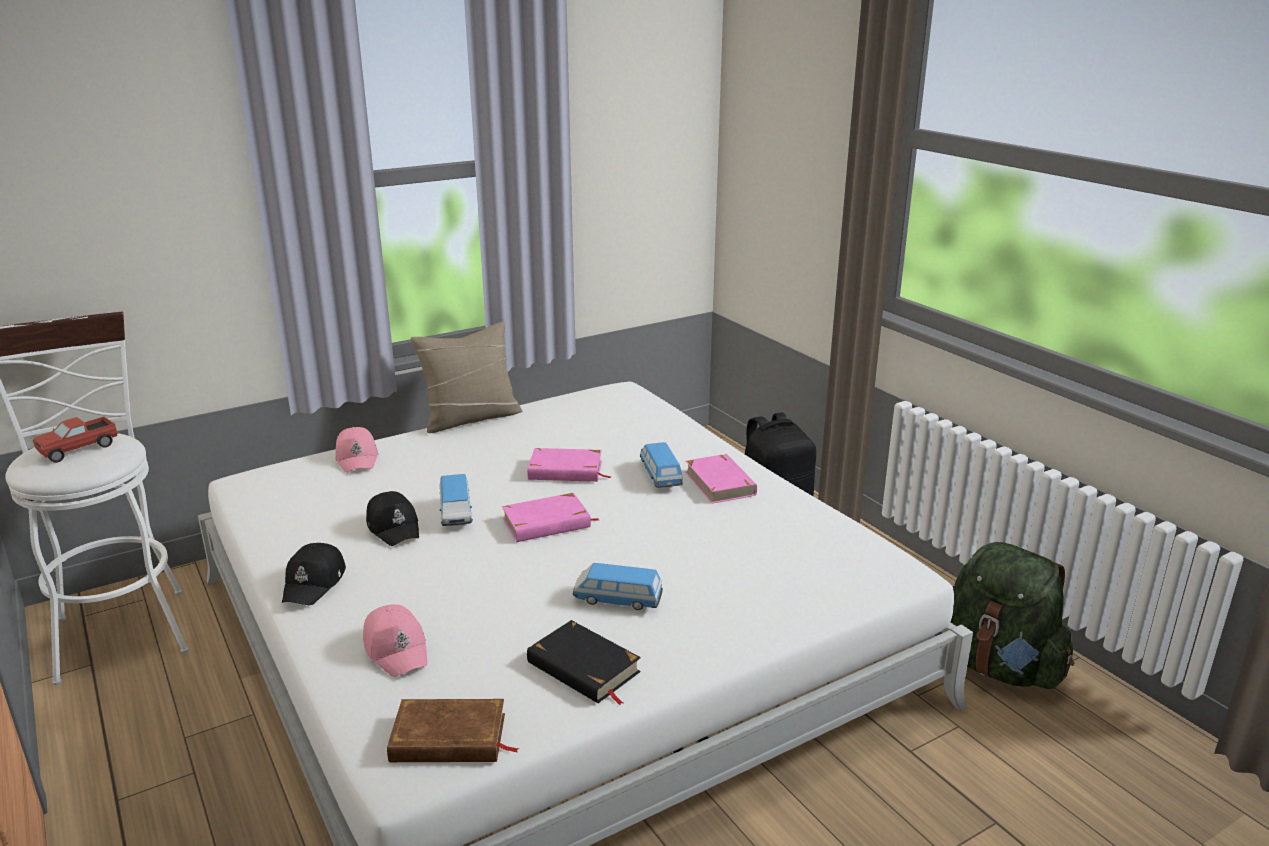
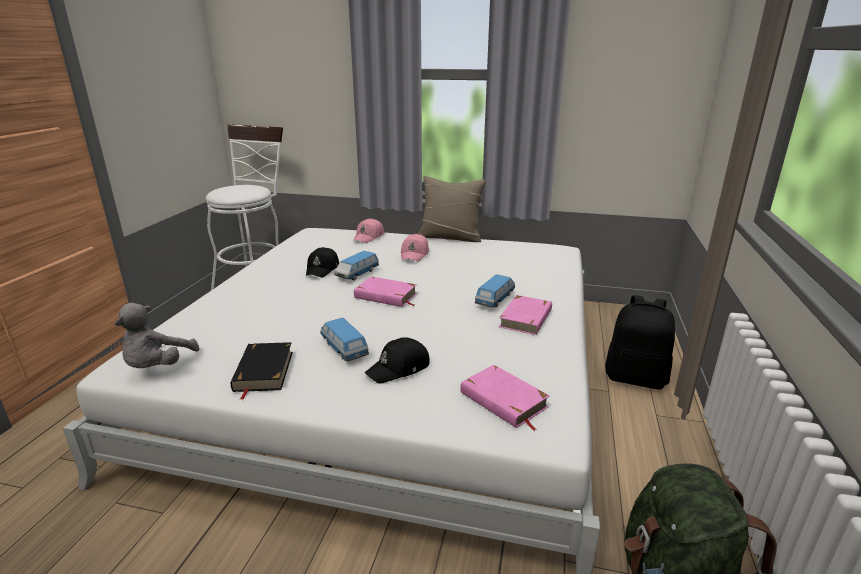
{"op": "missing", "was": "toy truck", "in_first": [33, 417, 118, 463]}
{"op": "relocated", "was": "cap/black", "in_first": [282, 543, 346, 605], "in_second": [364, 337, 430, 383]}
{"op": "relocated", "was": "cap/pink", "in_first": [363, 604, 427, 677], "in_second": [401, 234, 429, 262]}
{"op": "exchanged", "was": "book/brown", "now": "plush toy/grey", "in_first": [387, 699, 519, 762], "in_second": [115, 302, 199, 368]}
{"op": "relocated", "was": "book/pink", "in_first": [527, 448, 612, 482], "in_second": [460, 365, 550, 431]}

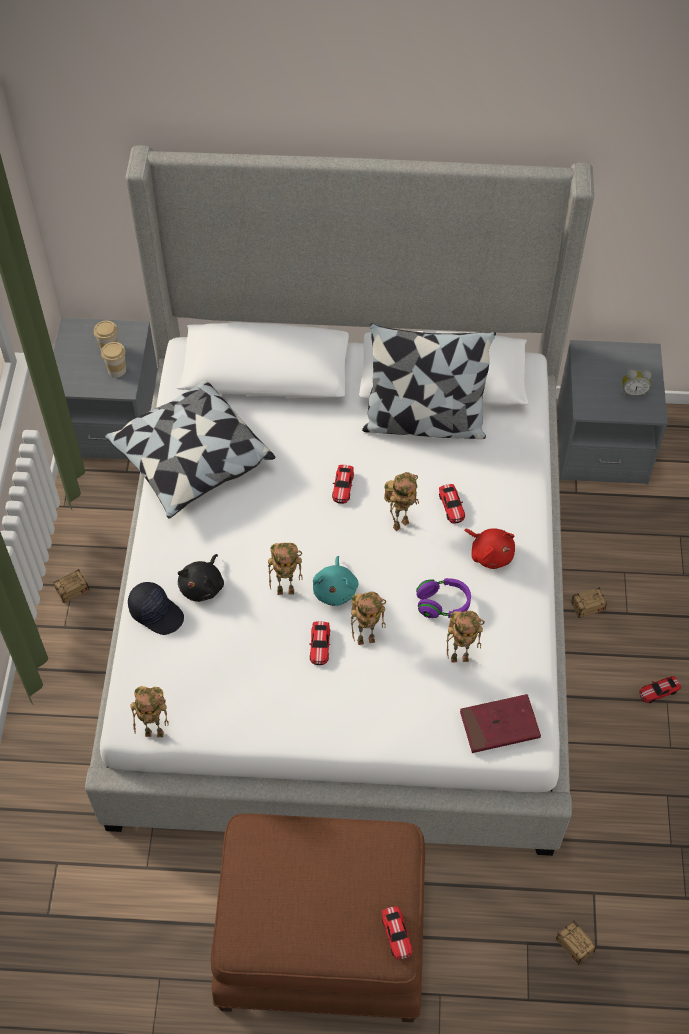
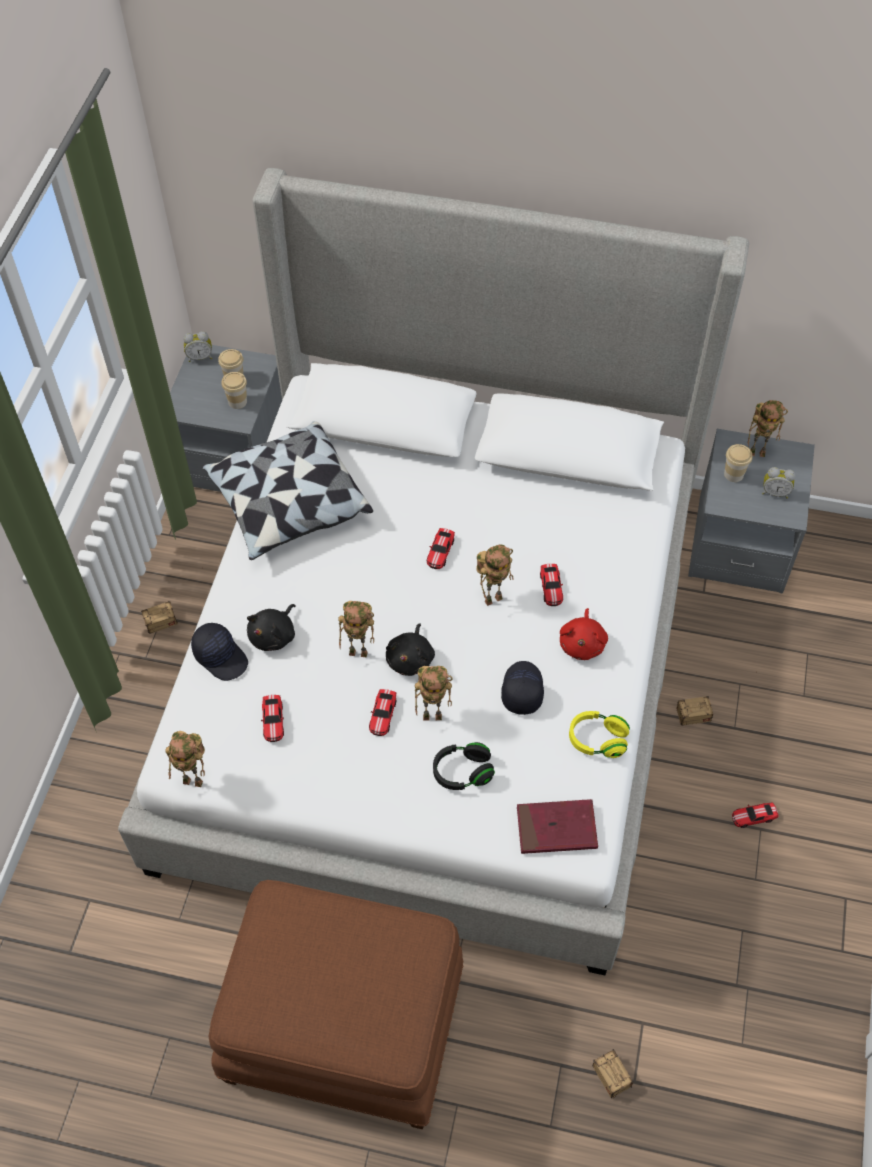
{"op": "colour", "was": "plush toy/turquoise", "now": "plush toy/black", "in_first": [313, 556, 358, 606], "in_second": [386, 623, 435, 676]}
{"op": "missing", "was": "pillow", "in_first": [362, 323, 496, 439]}
{"op": "relocated", "was": "toy car", "in_first": [382, 906, 413, 960], "in_second": [261, 695, 284, 742]}
{"op": "exchanged", "was": "headphones/purple", "now": "cap/black", "in_first": [416, 578, 471, 618], "in_second": [501, 661, 544, 715]}
{"op": "relocated", "was": "toy robot", "in_first": [446, 611, 485, 663], "in_second": [748, 400, 788, 457]}
{"op": "spun", "was": "plush toy/red", "in_first": [464, 528, 515, 569], "in_second": [560, 608, 608, 660], "clockwise": 45}
{"op": "appeared", "now": "alarm clock", "in_second": [183, 331, 212, 362]}
{"op": "appeared", "now": "headphones/black", "in_second": [433, 742, 495, 790]}
{"op": "appeared", "now": "headphones/yellow", "in_second": [569, 711, 630, 758]}
{"op": "appeared", "now": "cup", "in_second": [724, 444, 752, 482]}

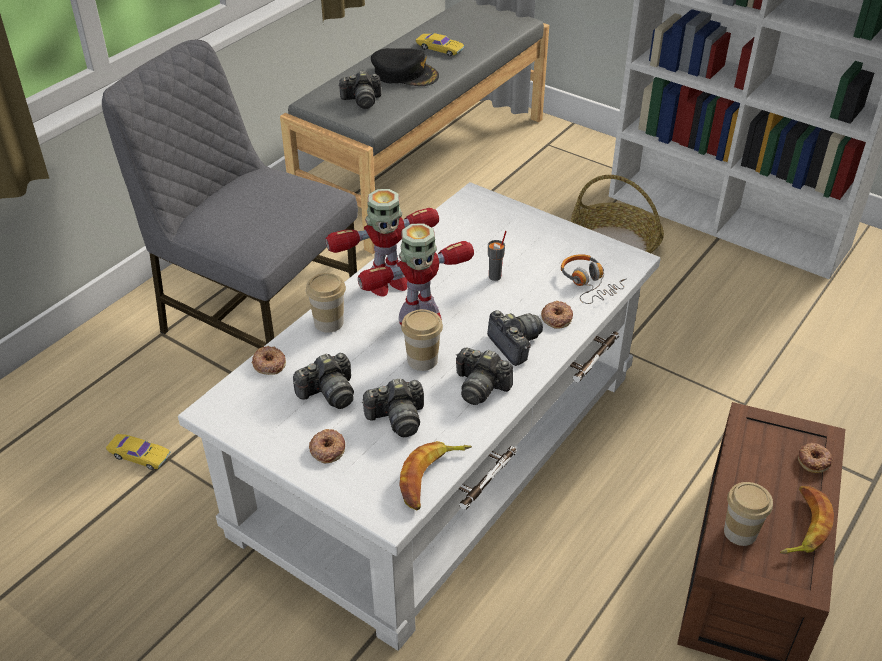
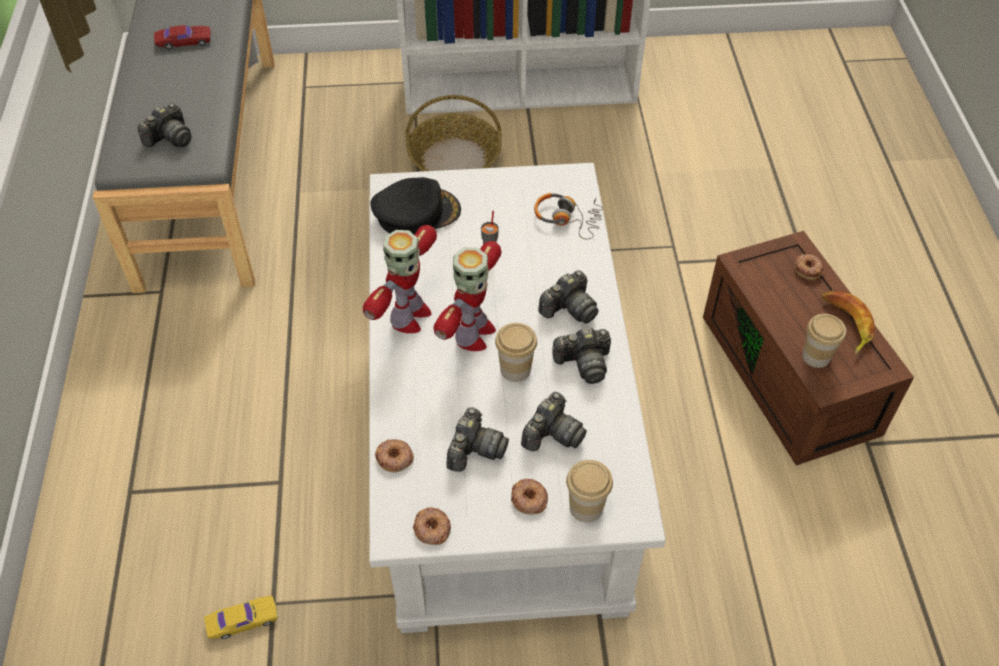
{"op": "missing", "was": "chair/grey", "in_first": [102, 40, 358, 348]}
{"op": "relocated", "was": "cup", "in_first": [306, 273, 346, 333], "in_second": [566, 460, 613, 522]}
{"op": "relocated", "was": "cap/black", "in_first": [371, 48, 439, 86], "in_second": [370, 177, 461, 234]}
{"op": "missing", "was": "banana", "in_first": [399, 441, 472, 510]}
{"op": "colour", "was": "toy car/yellow", "now": "toy car/red", "in_first": [416, 33, 464, 56], "in_second": [154, 25, 211, 50]}
{"op": "spun", "was": "photo camera", "in_first": [487, 310, 543, 366], "in_second": [538, 270, 599, 324], "clockwise": 120}
{"op": "relocated", "was": "donut", "in_first": [541, 301, 573, 329], "in_second": [413, 507, 451, 545]}

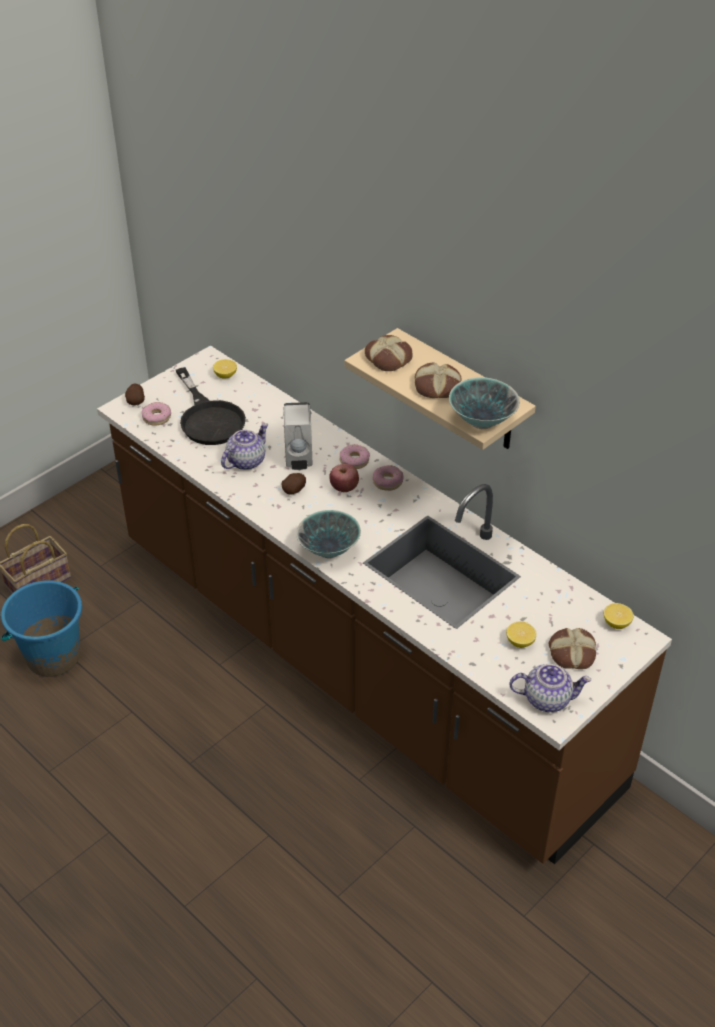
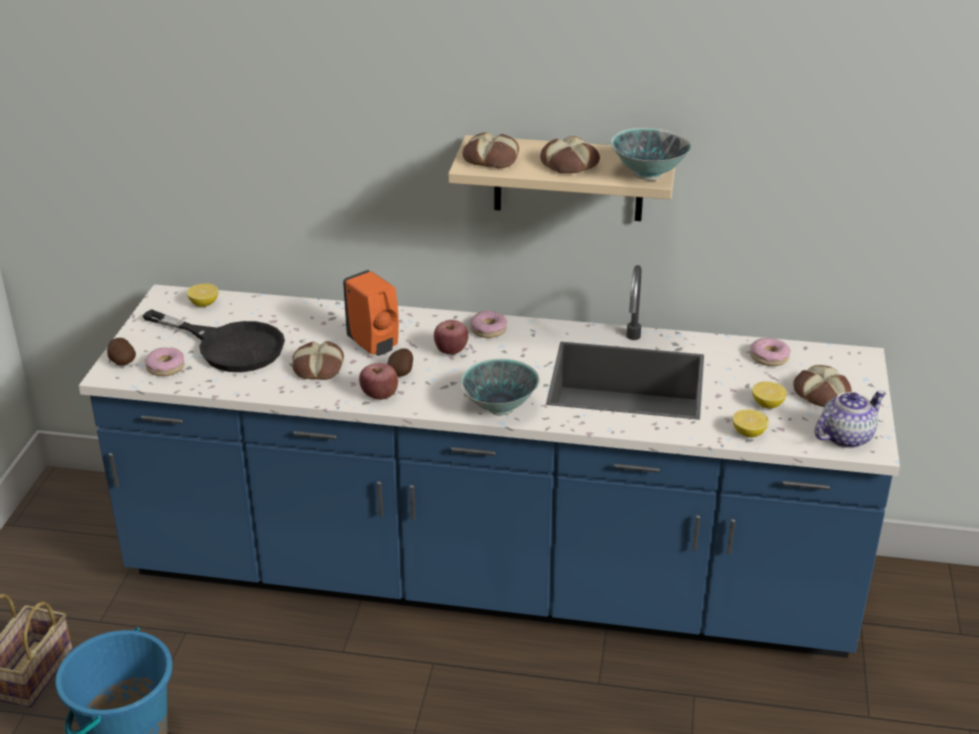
{"op": "colour", "was": "counter/brown", "now": "counter/blue", "in_first": [97, 345, 672, 864], "in_second": [79, 265, 900, 658]}
{"op": "exchanged", "was": "teapot", "now": "bread", "in_first": [221, 423, 268, 470], "in_second": [292, 341, 344, 380]}
{"op": "colour", "was": "soap dispenser/white", "now": "soap dispenser/orange", "in_first": [283, 402, 313, 470], "in_second": [343, 270, 399, 356]}
{"op": "relocated", "was": "donut", "in_first": [340, 444, 370, 469], "in_second": [750, 338, 791, 366]}
{"op": "relocated", "was": "lemon", "in_first": [604, 603, 634, 629], "in_second": [732, 409, 769, 438]}
{"op": "appeared", "now": "apple", "in_second": [359, 363, 398, 400]}

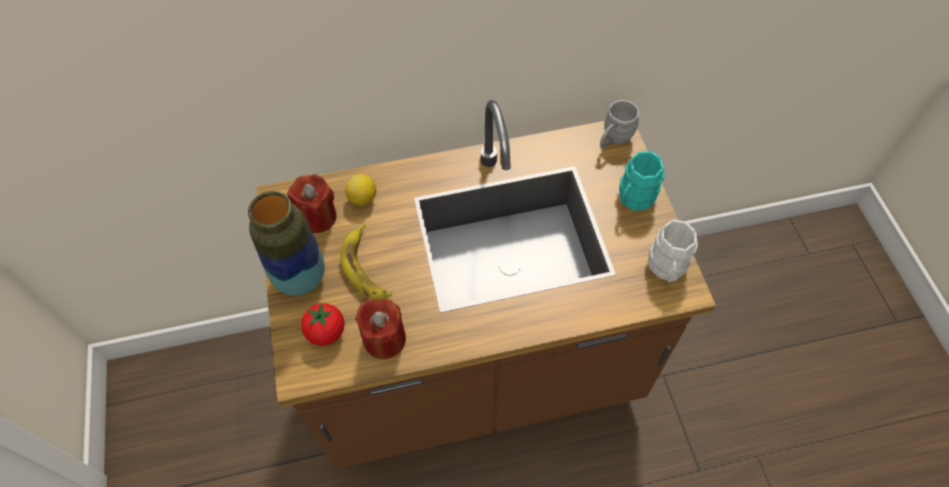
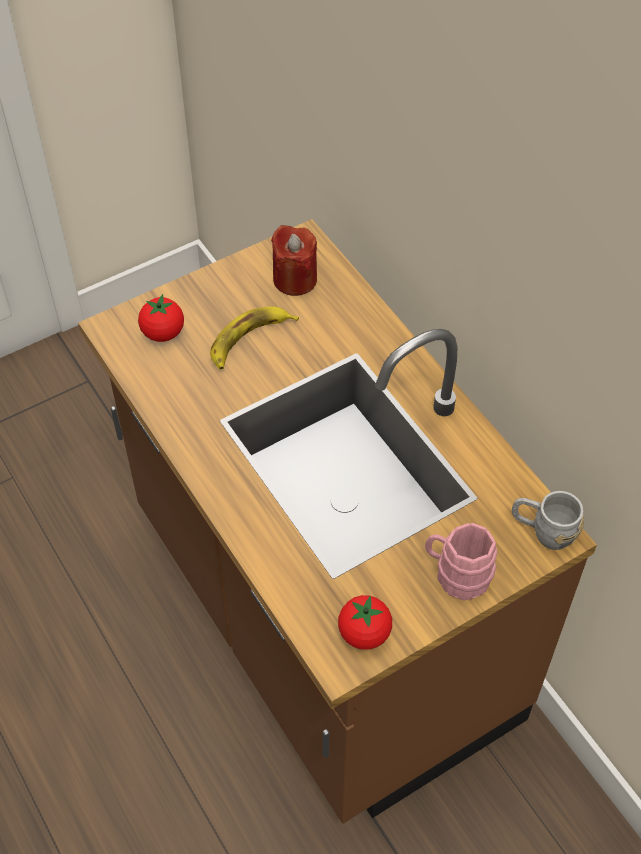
{"op": "missing", "was": "vase", "in_first": [248, 191, 325, 296]}
{"op": "missing", "was": "lemon", "in_first": [345, 174, 376, 206]}
{"op": "missing", "was": "candle/red", "in_first": [355, 299, 406, 359]}
{"op": "colour", "was": "mug/turquoise", "now": "mug/pink", "in_first": [619, 151, 665, 211], "in_second": [425, 523, 497, 600]}
{"op": "exchanged", "was": "mug/white", "now": "tomato", "in_first": [648, 220, 698, 282], "in_second": [338, 595, 392, 650]}

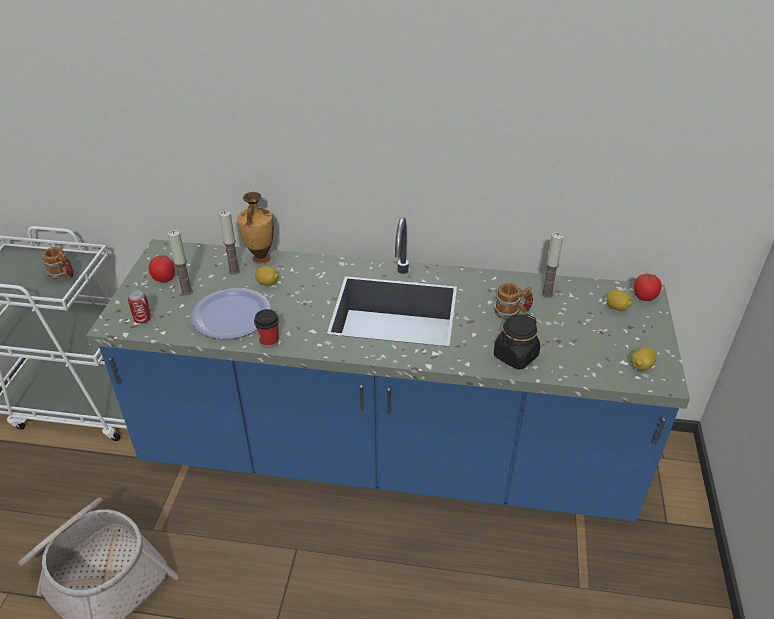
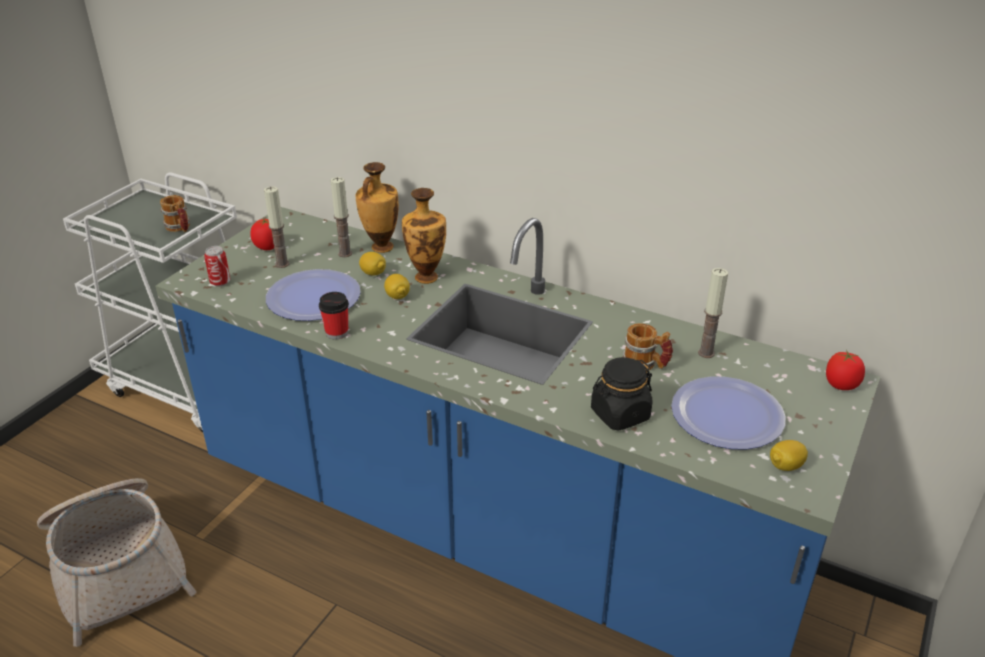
{"op": "relocated", "was": "lemon", "in_first": [606, 290, 632, 311], "in_second": [384, 274, 410, 299]}
{"op": "appeared", "now": "vase", "in_second": [402, 188, 446, 284]}
{"op": "appeared", "now": "plate", "in_second": [671, 376, 786, 449]}

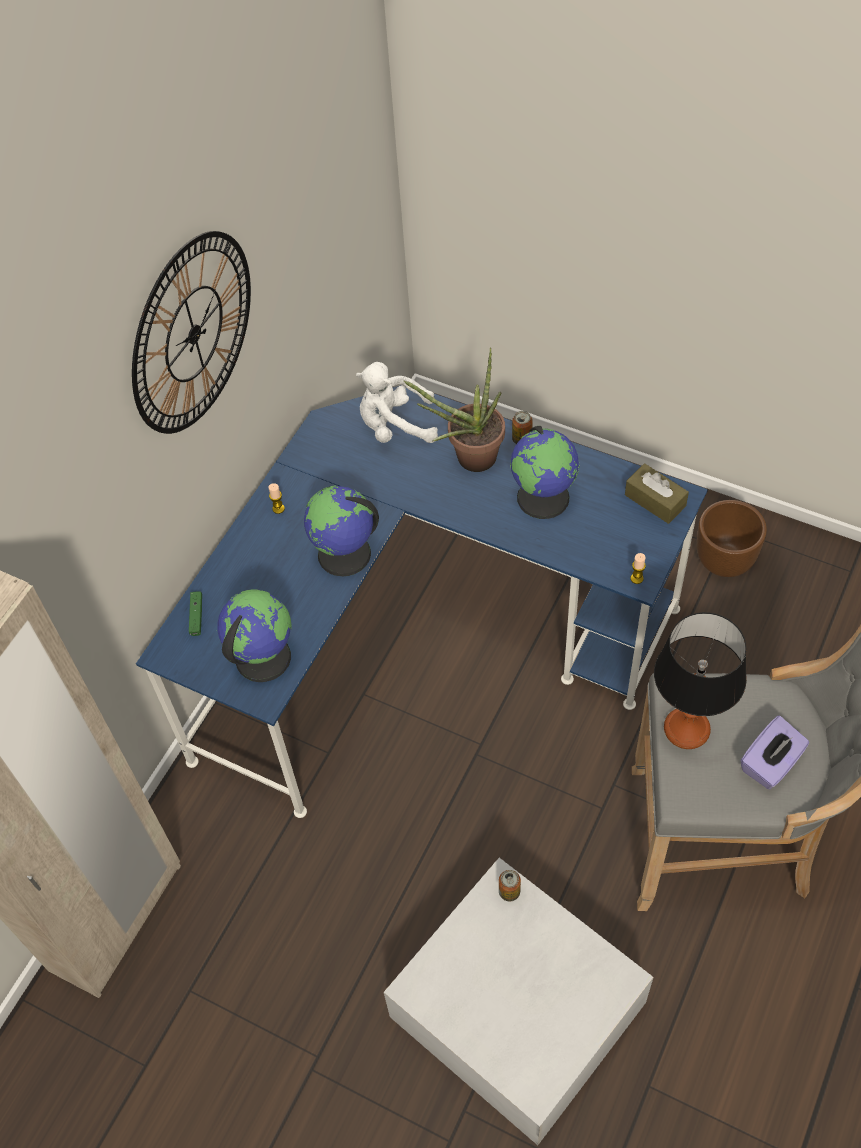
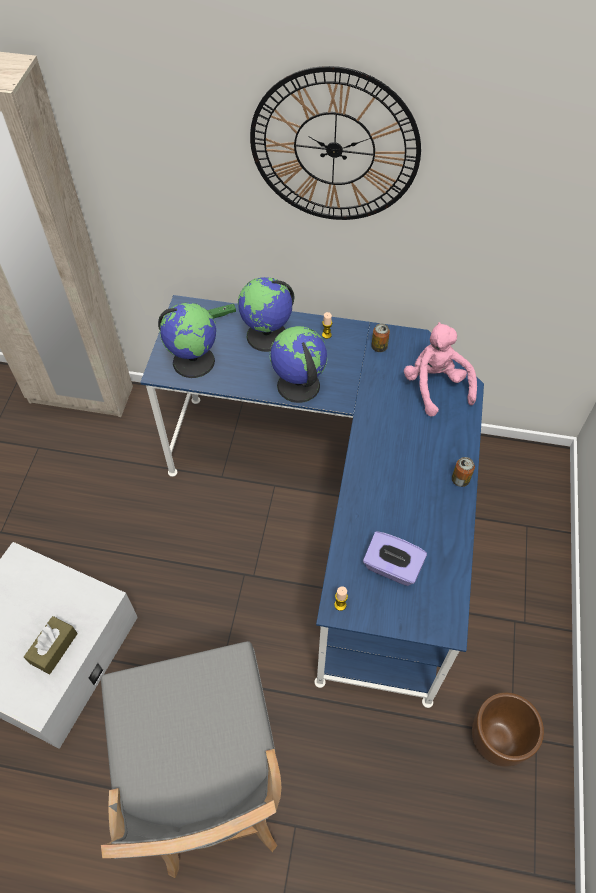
{"op": "colour", "was": "plush toy/white", "now": "plush toy/pink", "in_first": [356, 362, 438, 443], "in_second": [404, 322, 477, 417]}
{"op": "missing", "was": "potted plant", "in_first": [404, 347, 505, 472]}
{"op": "relocated", "was": "can", "in_first": [499, 870, 521, 901], "in_second": [371, 323, 390, 352]}
{"op": "relocated", "was": "globe", "in_first": [510, 426, 580, 519], "in_second": [238, 277, 295, 352]}
{"op": "relocated", "was": "tissue box/brown", "in_first": [625, 463, 689, 524], "in_second": [24, 616, 78, 675]}
{"op": "missing", "was": "table lamp", "in_first": [654, 612, 747, 749]}
{"op": "relocated", "was": "tissue box/purple", "in_first": [741, 716, 809, 789], "in_second": [363, 531, 427, 586]}

